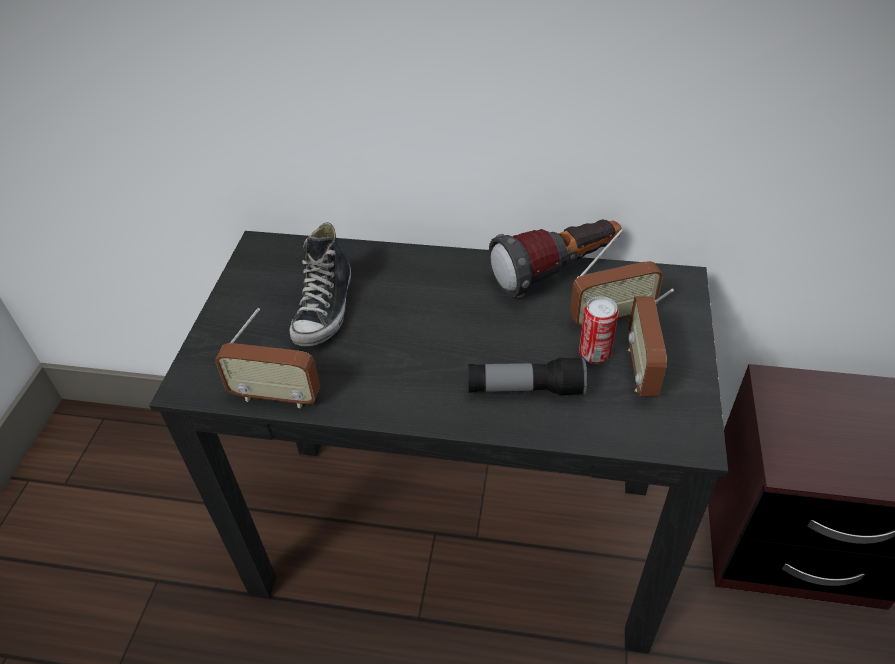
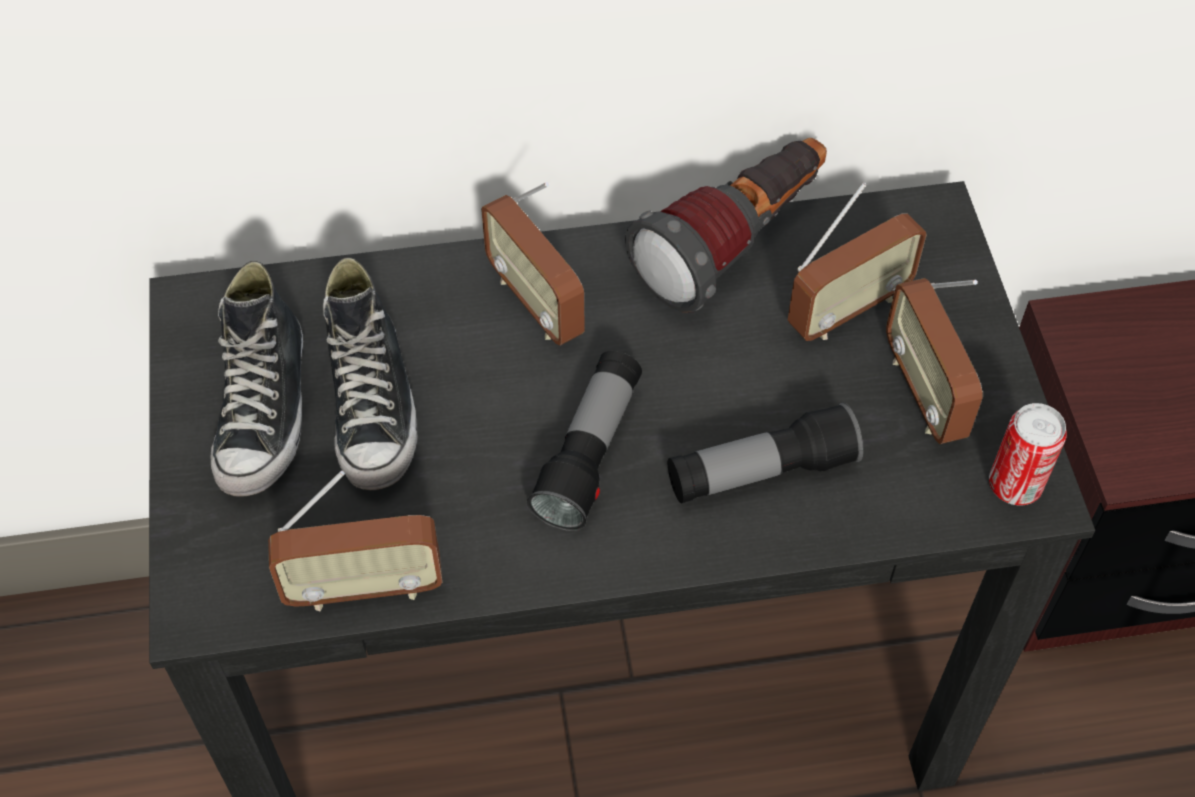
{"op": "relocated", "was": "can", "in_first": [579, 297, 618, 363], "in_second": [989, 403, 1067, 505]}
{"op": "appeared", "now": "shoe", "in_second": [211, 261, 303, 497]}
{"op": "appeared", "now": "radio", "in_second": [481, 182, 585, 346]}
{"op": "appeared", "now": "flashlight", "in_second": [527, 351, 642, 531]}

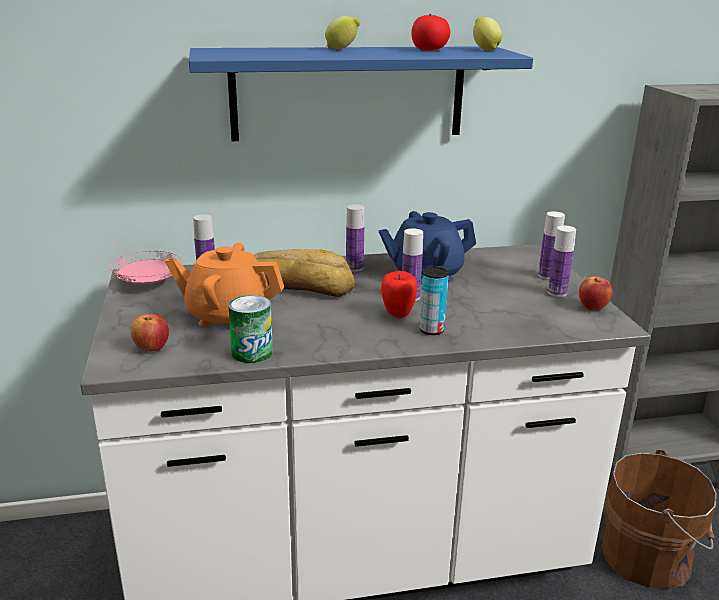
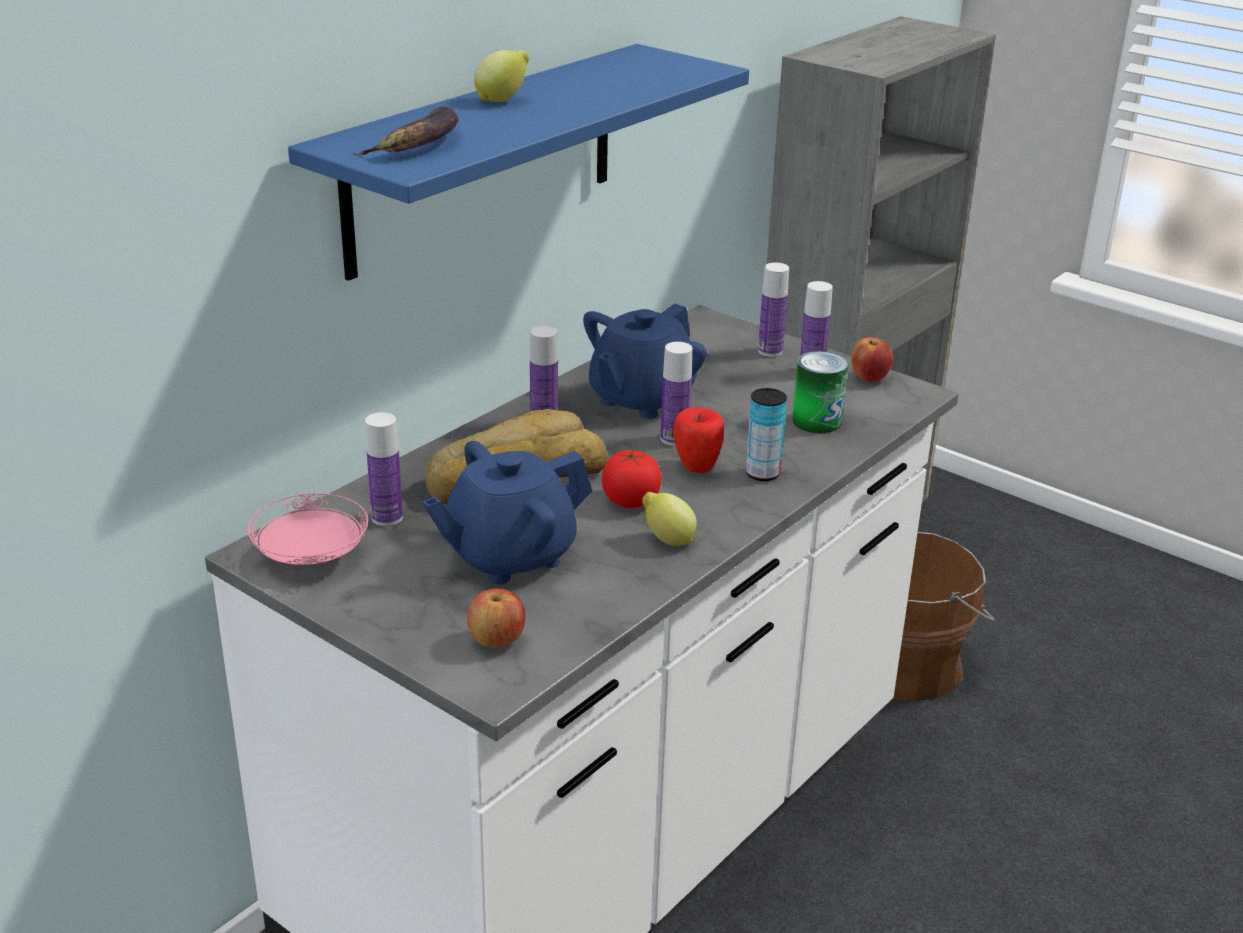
{"op": "colour", "was": "teapot/orange", "now": "teapot/blue", "in_first": [165, 243, 284, 327], "in_second": [422, 441, 592, 584]}
{"op": "relocated", "was": "can", "in_first": [228, 295, 273, 363], "in_second": [792, 351, 848, 433]}
{"op": "relocated", "was": "tomato", "in_first": [411, 14, 450, 51], "in_second": [602, 449, 662, 508]}
{"op": "relocated", "was": "lemon", "in_first": [473, 17, 502, 50], "in_second": [642, 492, 697, 546]}
{"op": "appeared", "now": "banana", "in_second": [353, 106, 459, 156]}

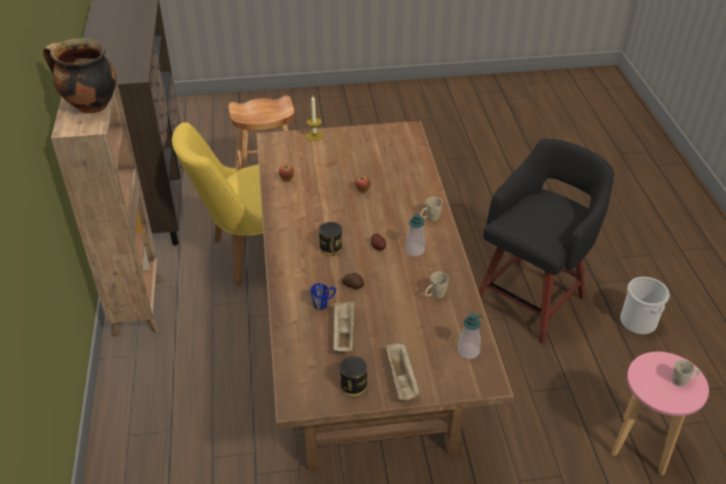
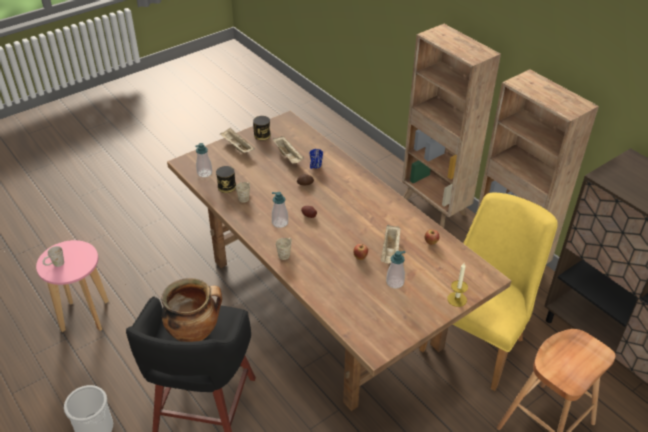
{"op": "relocated", "was": "cooking pot", "in_first": [43, 38, 116, 113], "in_second": [161, 278, 222, 342]}
{"op": "relocated", "was": "can", "in_first": [319, 222, 342, 256], "in_second": [216, 166, 236, 193]}
{"op": "appeared", "now": "tray/beige", "in_second": [381, 225, 401, 263]}
{"op": "appeared", "now": "soap dispenser", "in_second": [386, 251, 405, 288]}
{"op": "appeared", "now": "bookcase/brown", "in_second": [402, 24, 501, 228]}

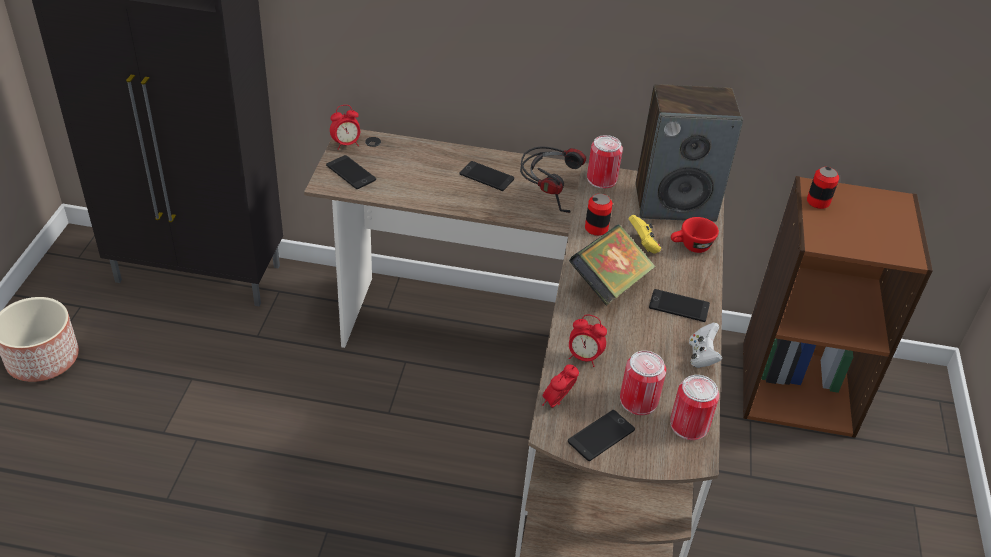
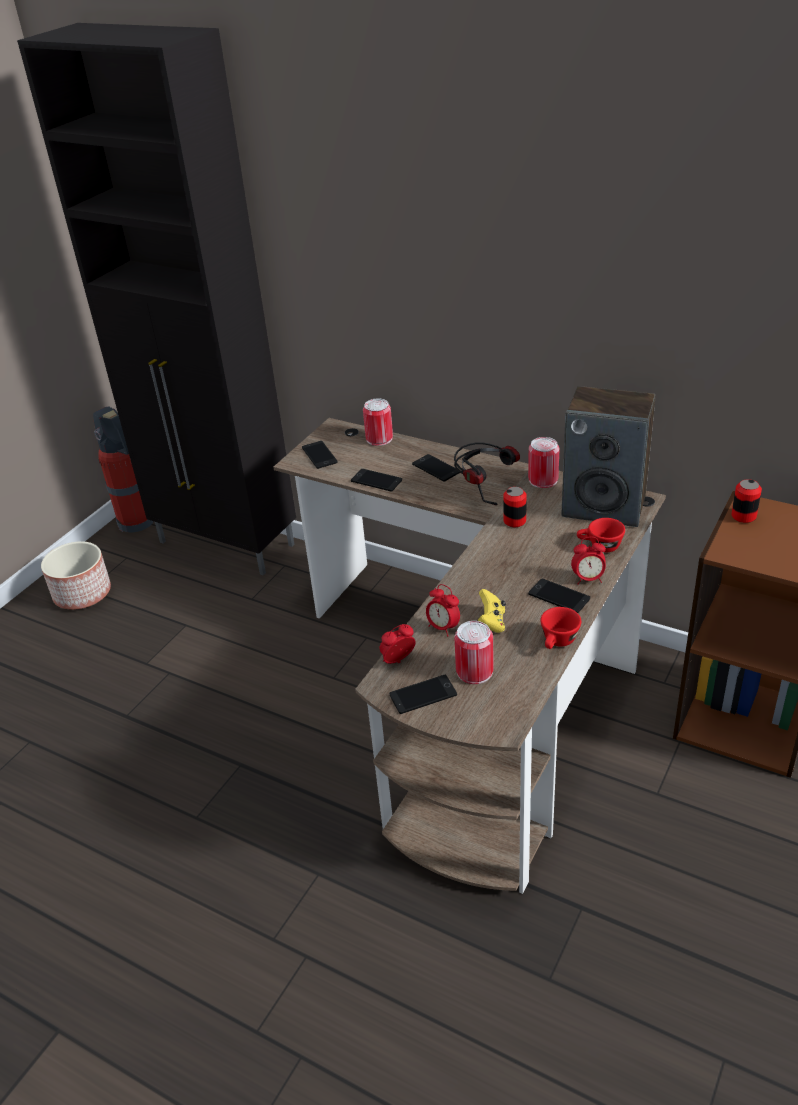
{"op": "relocated", "was": "alarm clock", "in_first": [330, 105, 360, 150], "in_second": [571, 537, 606, 585]}
{"op": "missing", "was": "book", "in_first": [569, 224, 656, 306]}
{"op": "relocated", "was": "game controller/yellow", "in_first": [629, 215, 661, 254], "in_second": [478, 589, 506, 633]}
{"op": "relocated", "was": "can", "in_first": [670, 375, 719, 440], "in_second": [363, 398, 393, 446]}
{"op": "exchanged", "was": "game controller/white", "now": "cup/red", "in_first": [689, 323, 722, 368], "in_second": [540, 607, 581, 649]}
{"op": "appeared", "now": "fire extinguisher", "in_second": [93, 406, 154, 532]}
{"op": "appeared", "now": "phone", "in_second": [351, 469, 402, 492]}

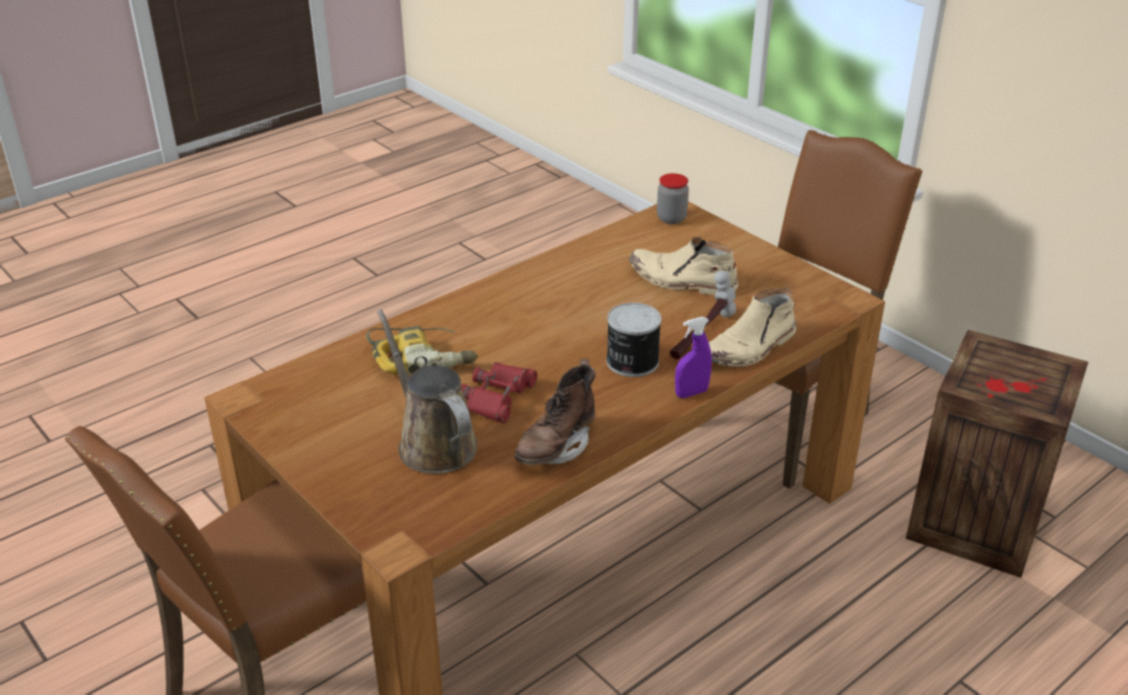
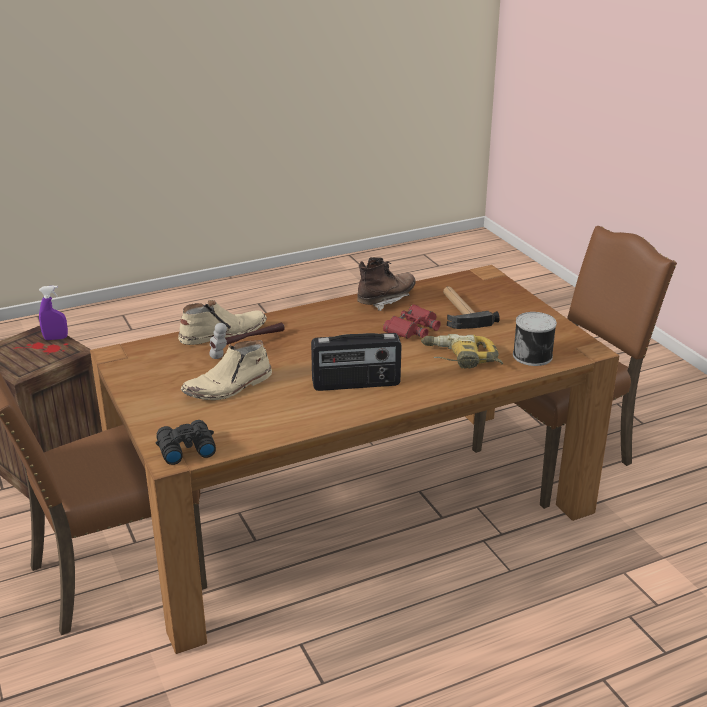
{"op": "exchanged", "was": "watering can/brown", "now": "hammer", "in_first": [377, 309, 477, 474], "in_second": [443, 286, 500, 329]}
{"op": "relocated", "was": "can", "in_first": [606, 303, 661, 377], "in_second": [513, 312, 557, 366]}
{"op": "spun", "was": "boot/beige", "in_first": [629, 237, 738, 295], "in_second": [181, 340, 272, 400], "clockwise": 105}
{"op": "exchanged", "was": "jar", "now": "binoculars/black", "in_first": [657, 173, 689, 224], "in_second": [156, 420, 216, 465]}
{"op": "relocated", "was": "spray bottle/purple", "in_first": [675, 316, 712, 398], "in_second": [39, 285, 68, 340]}
{"op": "appeared", "now": "radio", "in_second": [311, 333, 402, 391]}

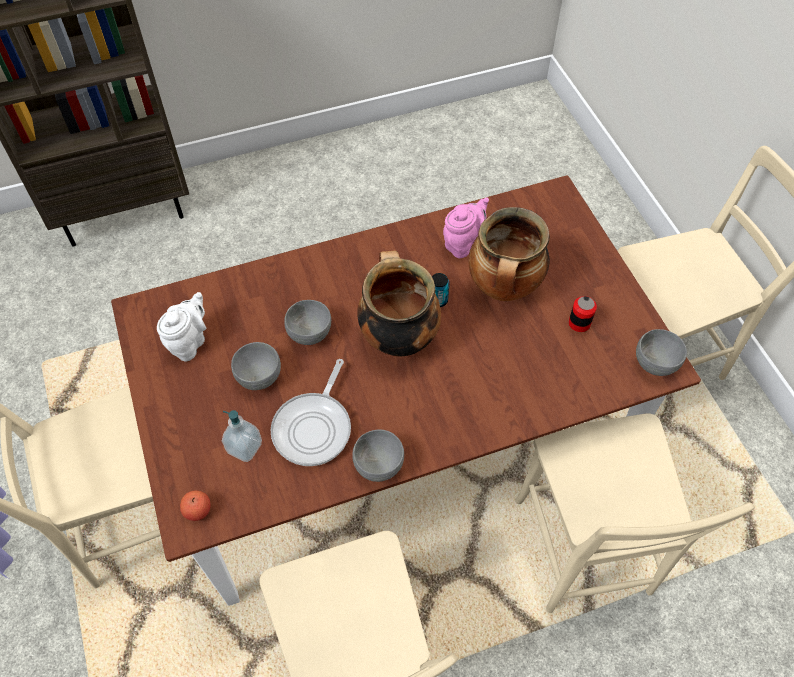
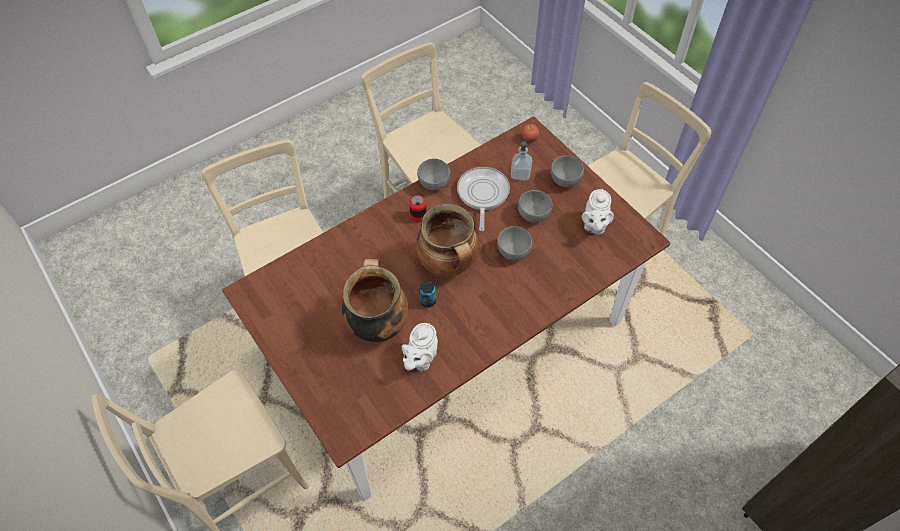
{"op": "colour", "was": "teapot/pink", "now": "teapot/white", "in_first": [443, 197, 489, 258], "in_second": [402, 323, 438, 371]}
{"op": "relocated", "was": "can", "in_first": [569, 296, 597, 332], "in_second": [409, 195, 426, 222]}
{"op": "relocated", "was": "bowl/grey", "in_first": [636, 329, 687, 376], "in_second": [551, 155, 584, 187]}

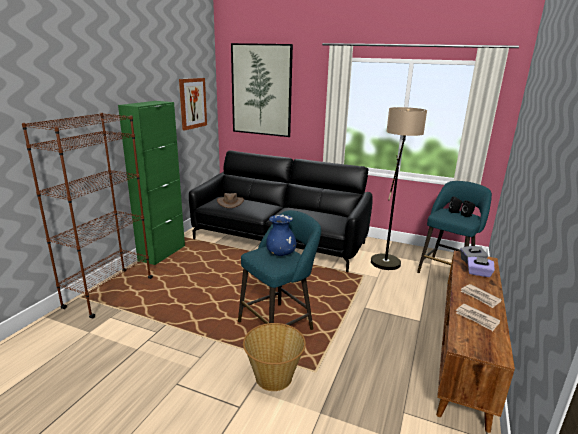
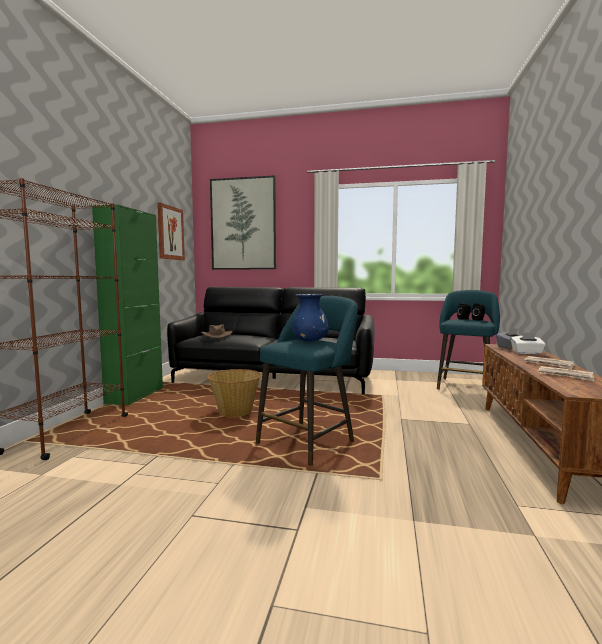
{"op": "relocated", "was": "basket", "in_first": [243, 323, 306, 391], "in_second": [207, 369, 262, 417]}
{"op": "missing", "was": "floor lamp", "in_first": [371, 107, 427, 270]}
{"op": "colour", "was": "tissue box/purple", "now": "tissue box/white", "in_first": [467, 257, 495, 277], "in_second": [511, 332, 546, 354]}

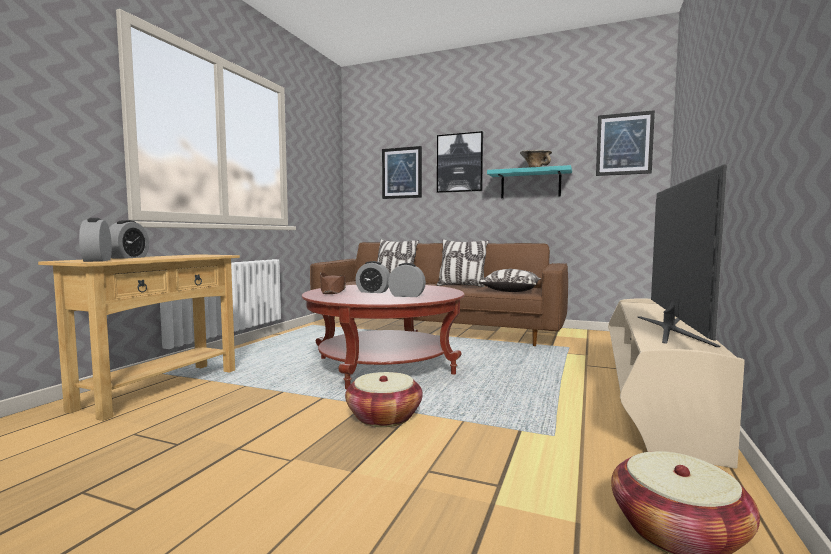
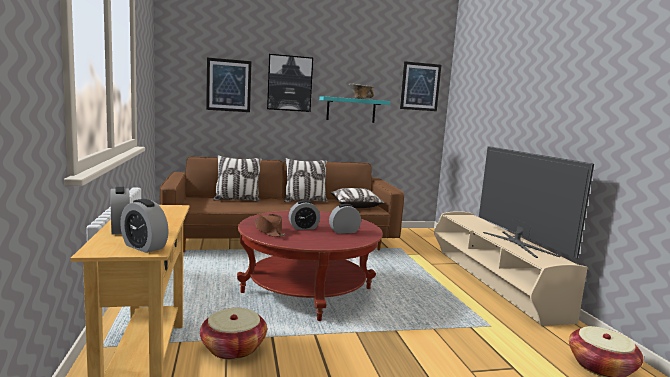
{"op": "relocated", "was": "basket", "in_first": [345, 372, 423, 427], "in_second": [200, 308, 267, 360]}

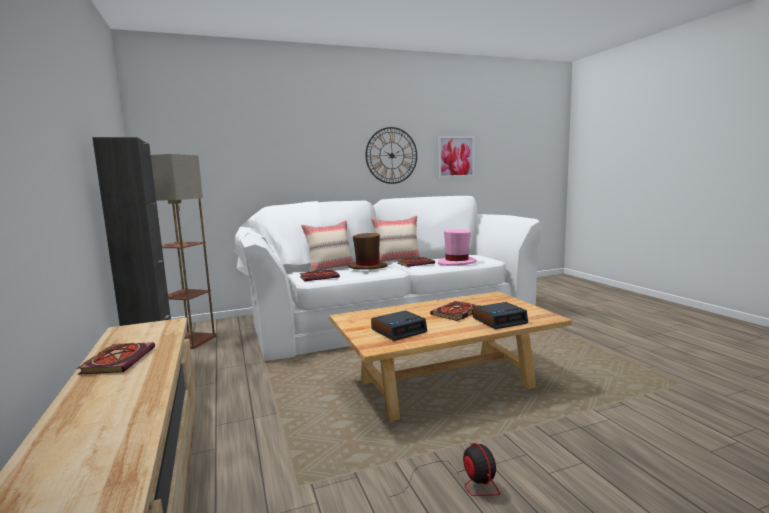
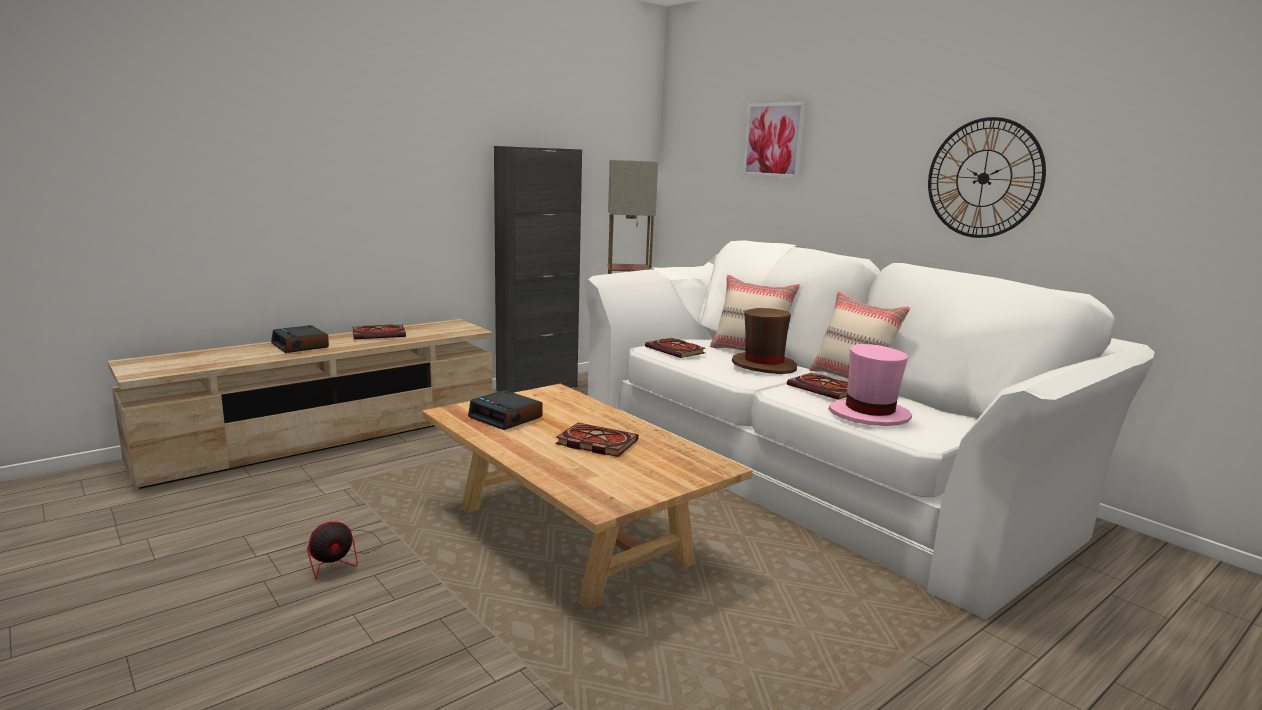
{"op": "relocated", "was": "picture", "in_first": [438, 136, 474, 178], "in_second": [743, 102, 806, 178]}
{"op": "relocated", "was": "alarm clock", "in_first": [473, 302, 528, 329], "in_second": [271, 325, 329, 353]}

